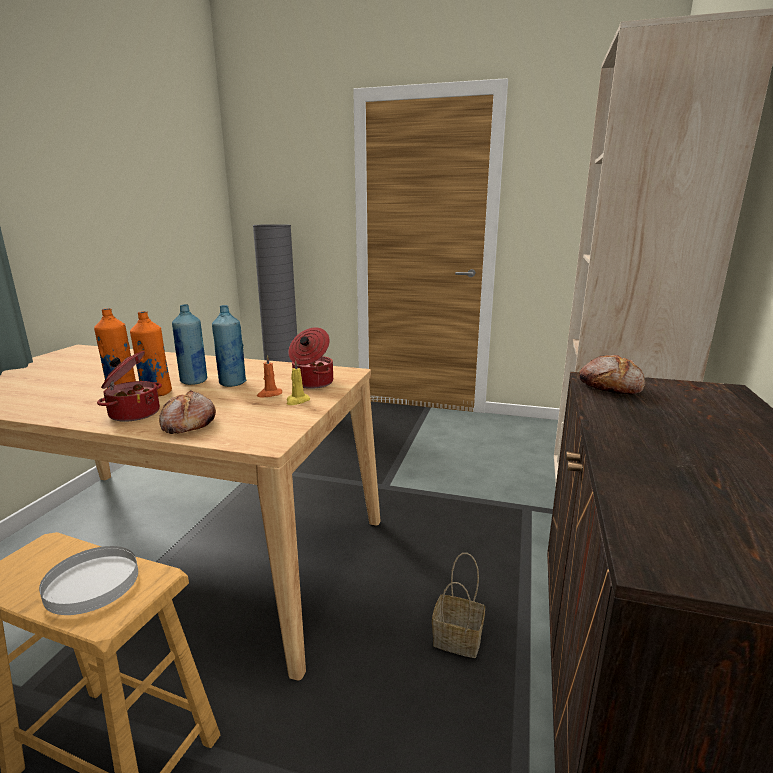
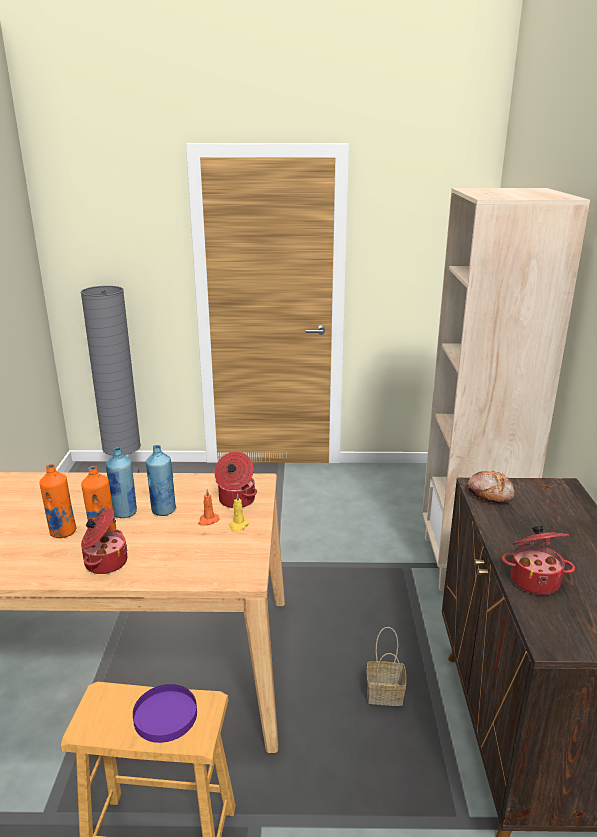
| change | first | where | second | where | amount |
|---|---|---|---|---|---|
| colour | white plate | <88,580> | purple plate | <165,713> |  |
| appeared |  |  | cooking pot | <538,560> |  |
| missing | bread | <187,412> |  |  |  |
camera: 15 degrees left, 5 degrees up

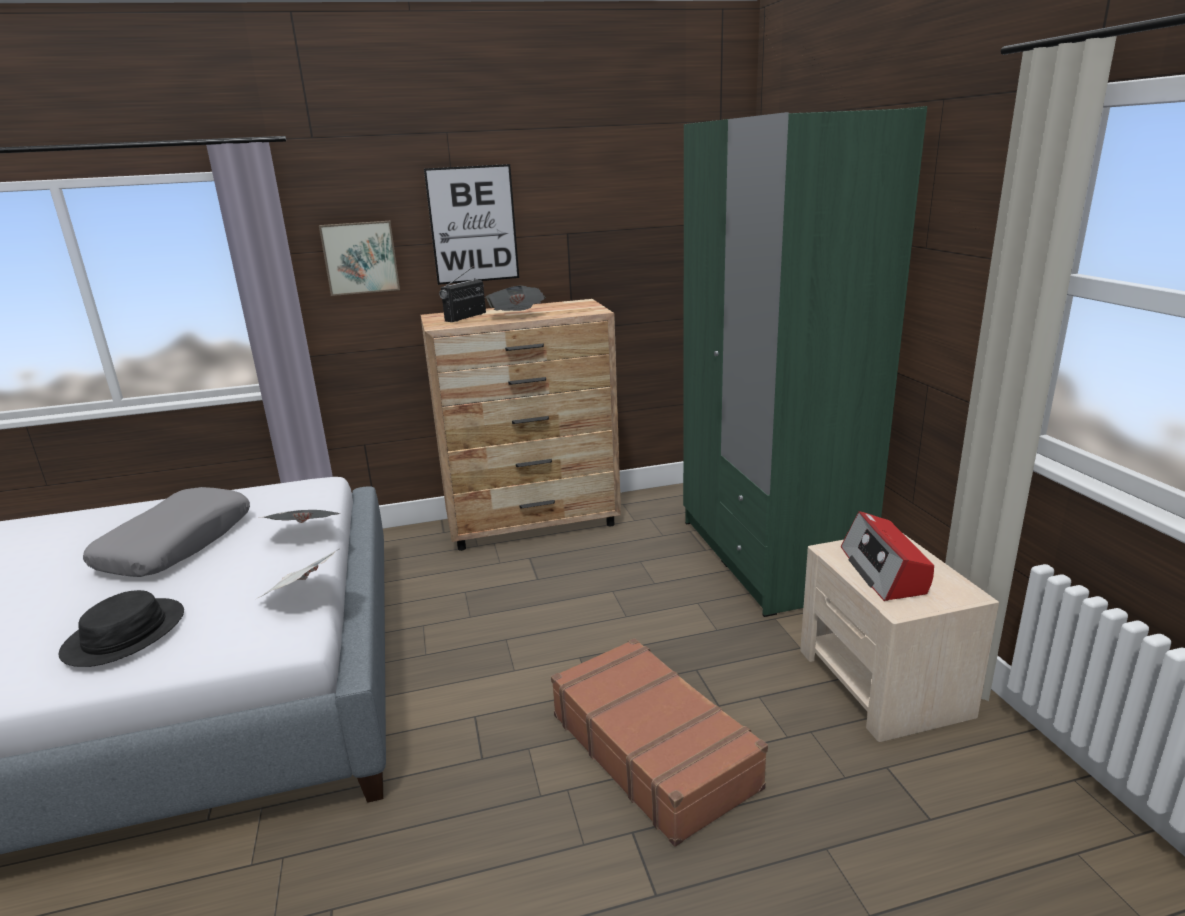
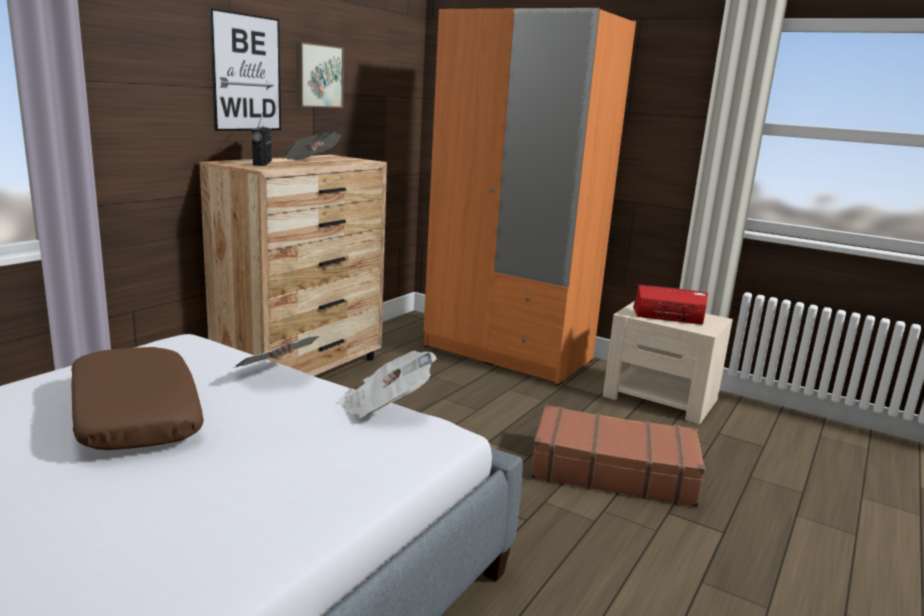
| change | first | where | second | where | amount |
|---|---|---|---|---|---|
| colour | grey pillow | <166,532> | brown pillow | <137,398> |  |
| relocated | picture | <359,258> |  | <320,75> |  |
| colour | green wardrobe | <805,361> | orange wardrobe | <530,197> |  |
| spun | radio | <887,556> |  | <670,304> | 150 degrees clockwise |
| missing | black hat | <121,628> |  |  |  |
camera: 45 degrees left, 5 degrees down

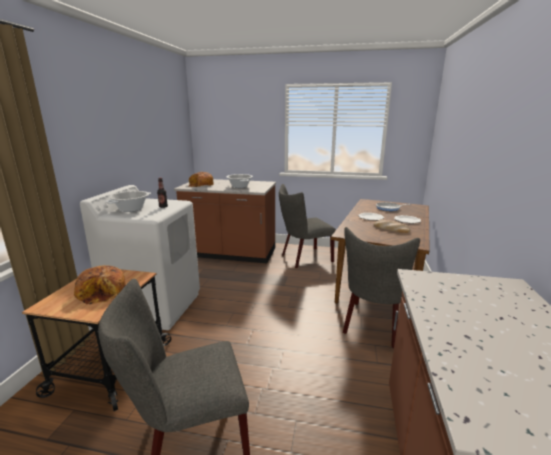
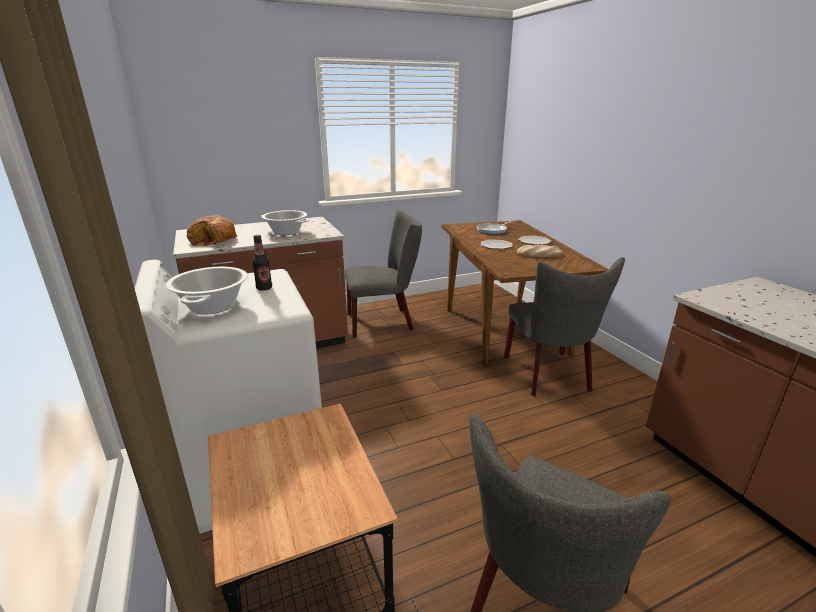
| change | first | where | second | where | amount |
|---|---|---|---|---|---|
| spun | grey chair | <307,226> |  | <383,274> | 135 degrees counterclockwise |
| missing | bread | <100,285> |  |  |  |
camera: 35 degrees left, 5 degrees up

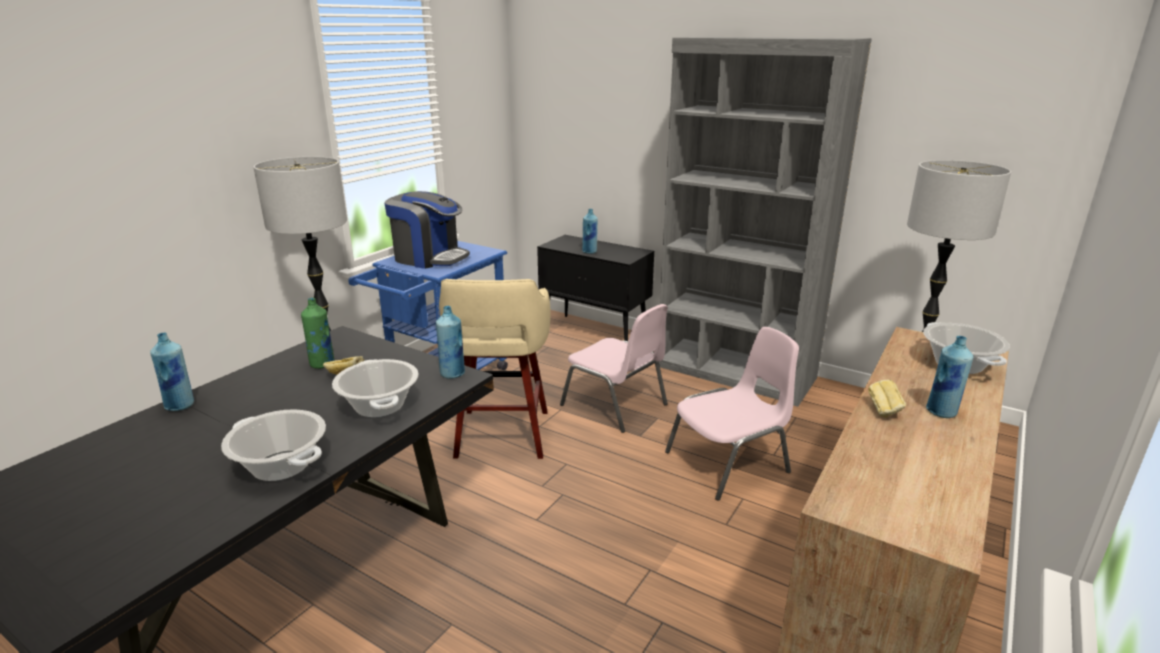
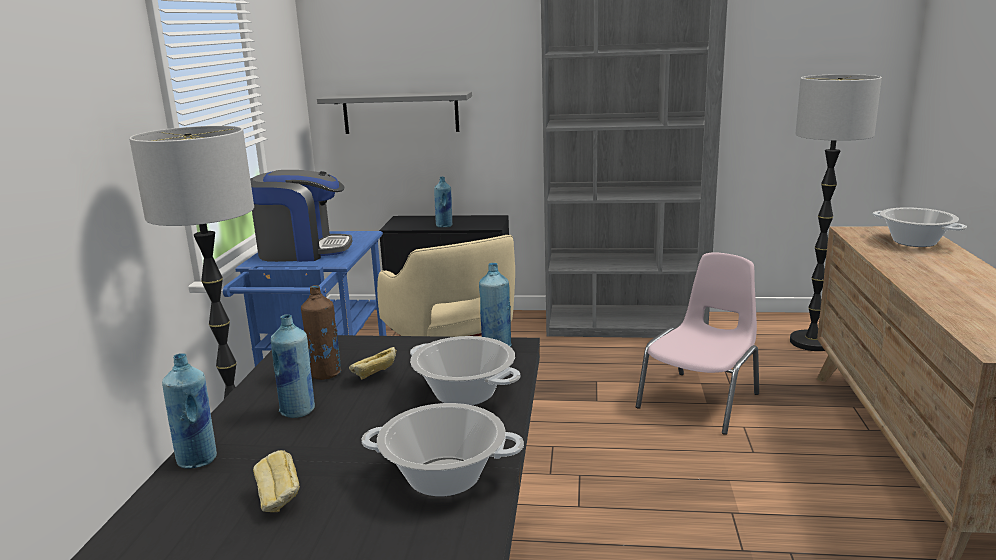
| change | first | where | second | where | amount |
|---|---|---|---|---|---|
| relocated | bread | <887,399> |  | <276,481> |  |
| relocated | blue bottle | <949,376> |  | <293,366> |  |
| colour | green bottle | <318,333> | brown bottle | <321,332> |  |
| appeared |  |  | grey shelf | <394,112> |  |
| missing | pink chair | <614,368> |  |  |  |
camera: 25 degrees left, 5 degrees down

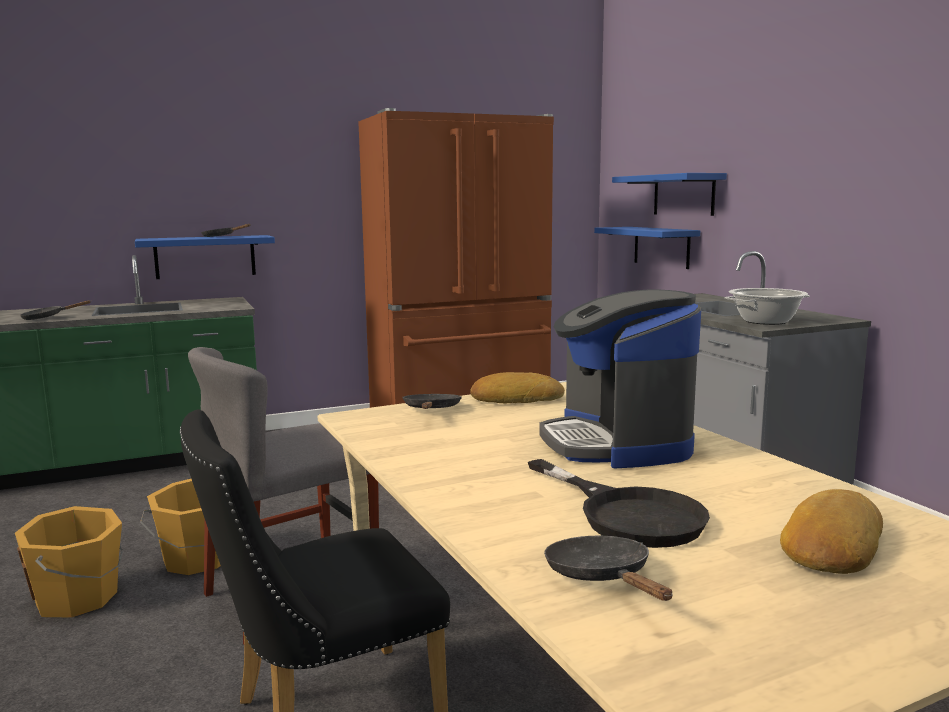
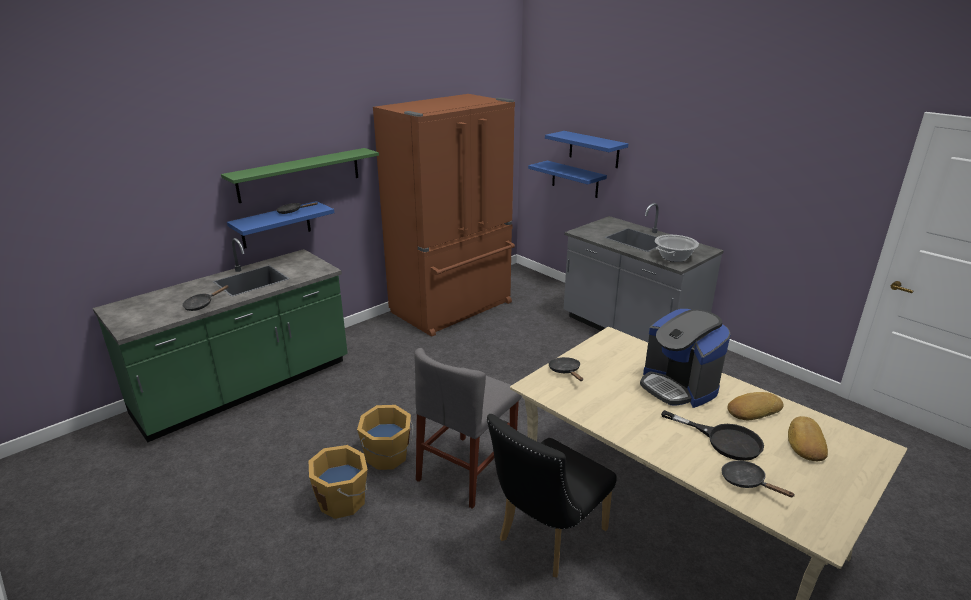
| change | first | where | second | where | amount |
|---|---|---|---|---|---|
| appeared |  |  | green shelf | <300,175> |  |
| relocated | bread | <518,387> |  | <755,406> |  |
camera: 20 degrees left, 15 degrees up

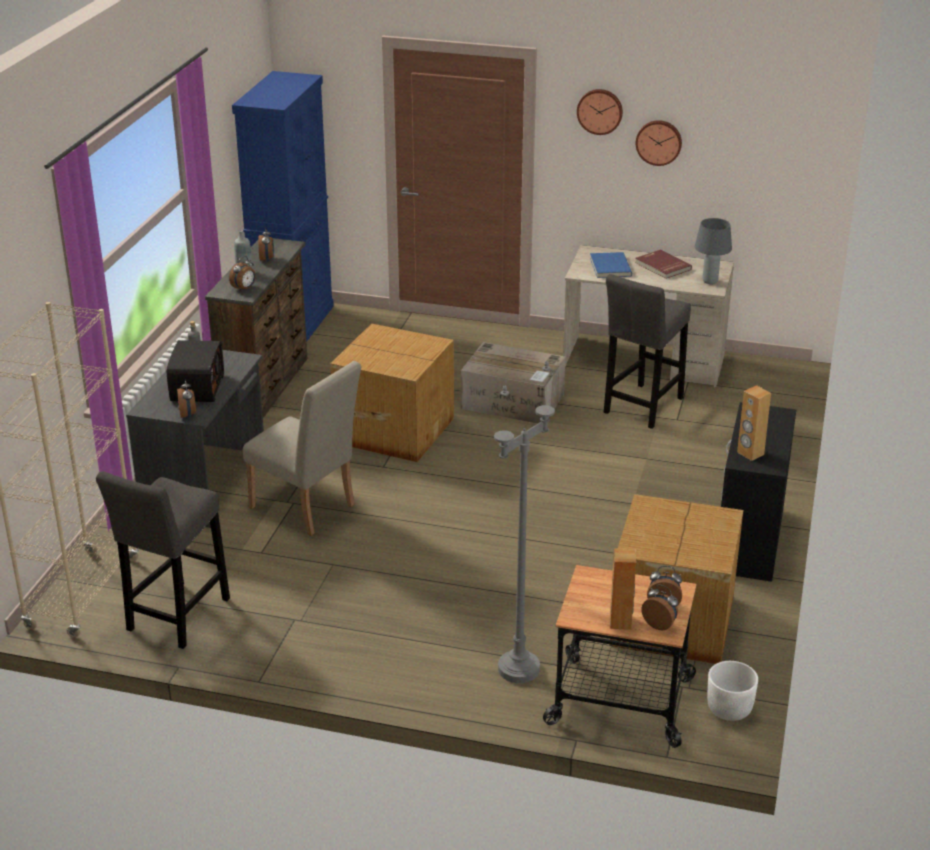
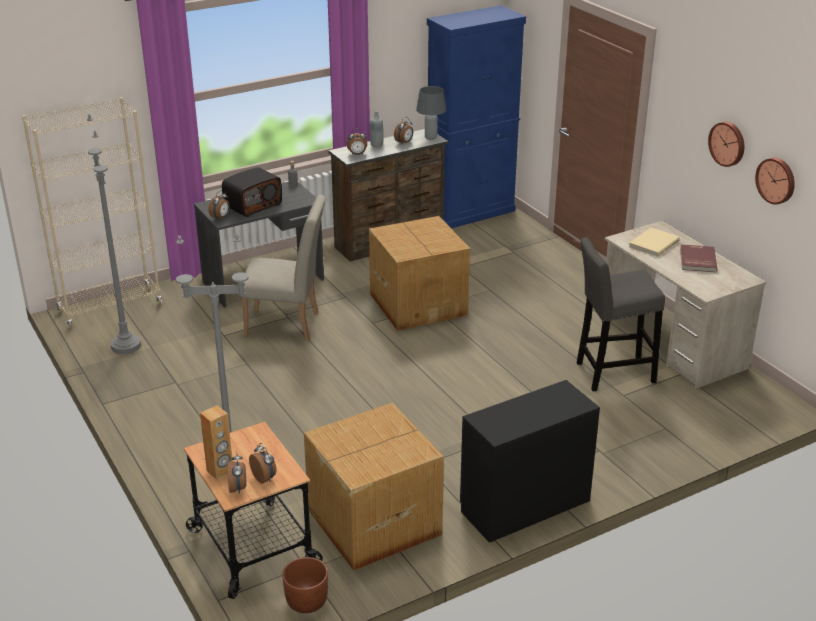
| change | first | where | second | where | amount |
|---|---|---|---|---|---|
| exchanged | grey stool | <163,560> | grey floor lamp | <114,234> |  |
| spun | beige chair | <302,448> |  | <283,267> | 75 degrees counterclockwise |
| colour | white planter | <732,691> | brown planter | <305,585> |  |
| relocated | grey table lamp | <713,251> |  | <431,113> |  |
| colour | blue book | <611,265> | beige book | <654,242> |  |
| relocated | wall clock | <600,112> |  | <775,181> |  |
| missing | cardboard box | <513,383> |  |  |  |
| missing | brown speaker | <754,423> |  |  |  |
camera: 45 degrees right, 0 degrees up

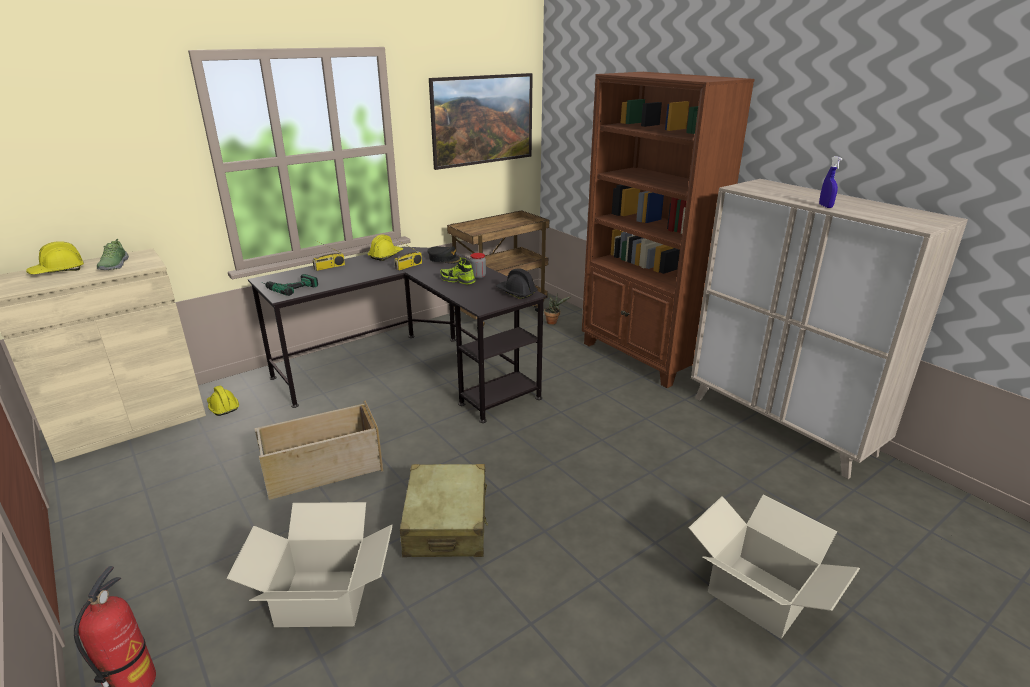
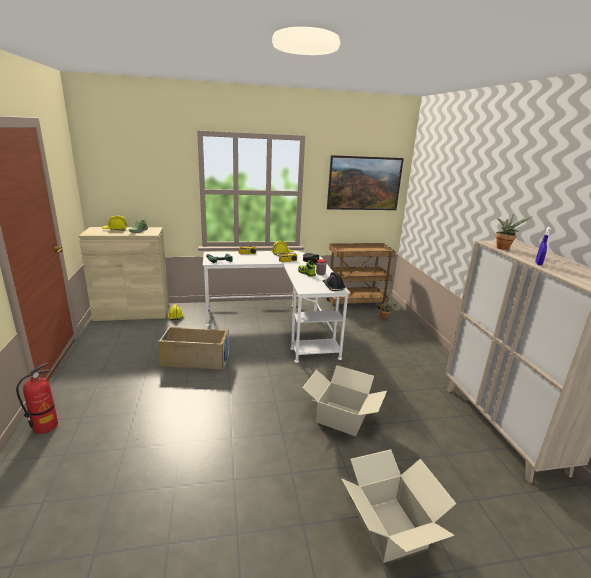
| change | first | where | second | where | amount |
|---|---|---|---|---|---|
| colour | black desk | <397,335> | white desk | <276,307> |  |
| relocated | cardboard box | <310,564> |  | <344,400> |  |
| appeared |  |  | potted plant | <514,232> |  |
| missing | beige suitcase | <444,510> |  |  |  |
| missing | brown bookcase | <668,230> |  |  |  |
camera: 25 degrees right, 5 degrees down

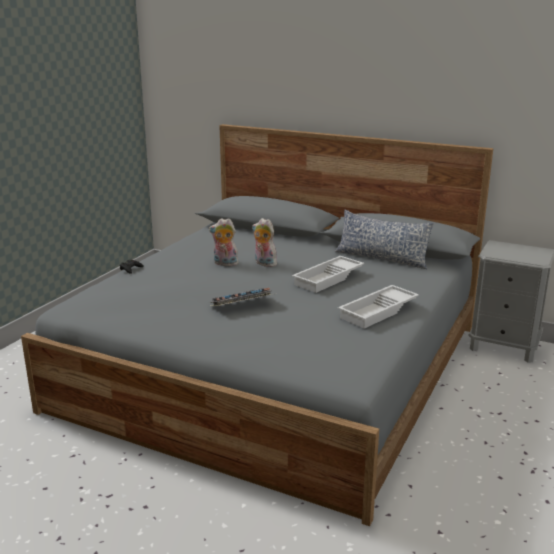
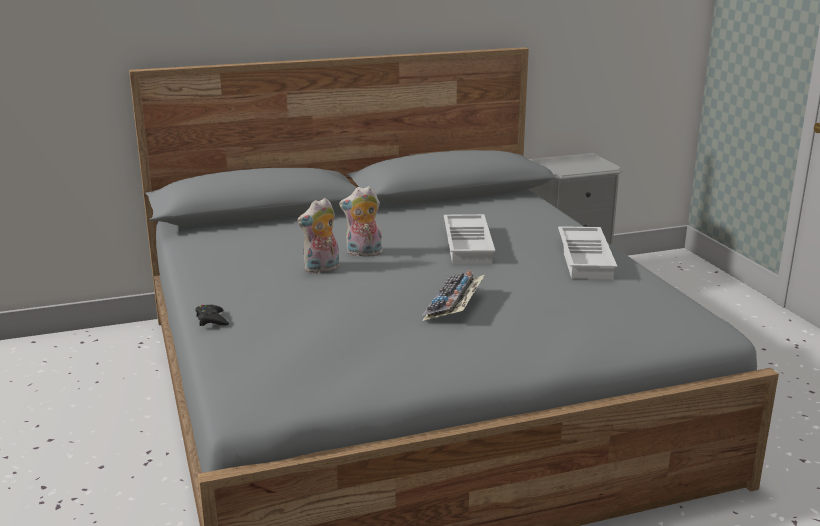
| change | first | where | second | where | amount |
|---|---|---|---|---|---|
| missing | pillow | <384,239> |  |  |  |
camera: 45 degrees left, 0 degrees up

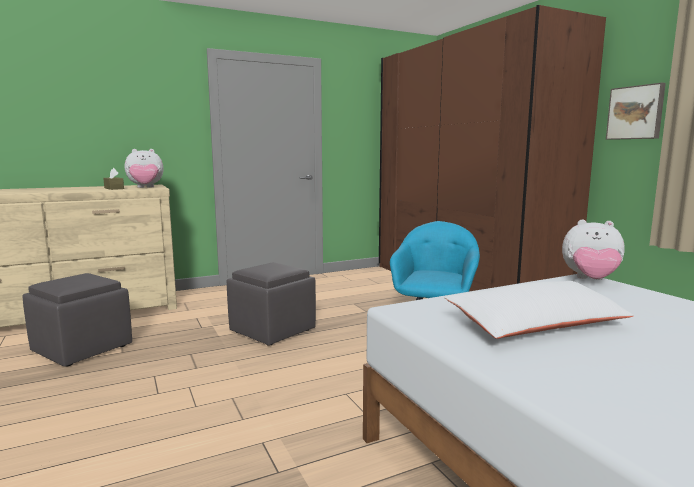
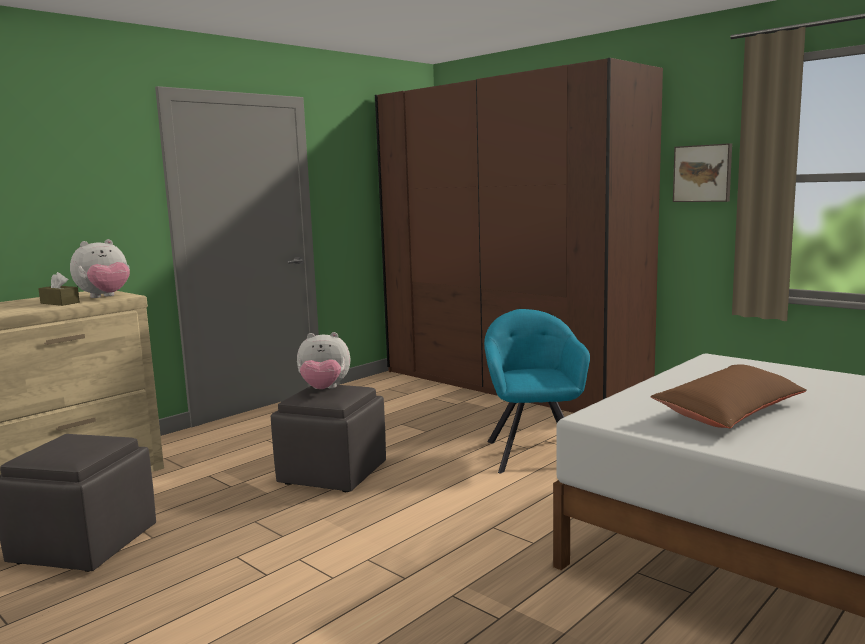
| change | first | where | second | where | amount |
|---|---|---|---|---|---|
| relocated | plush toy | <593,250> |  | <323,360> |  |
| colour | white pillow | <539,310> | brown pillow | <729,396> |  |
camera: 20 degrees left, 0 degrees up

